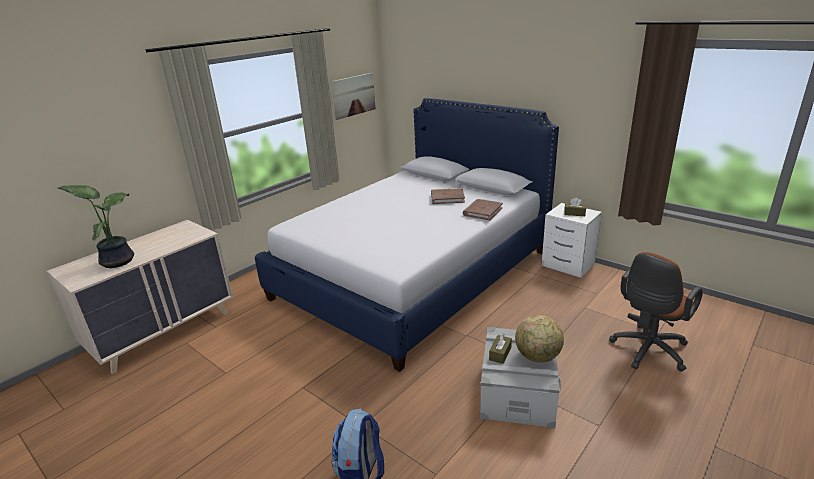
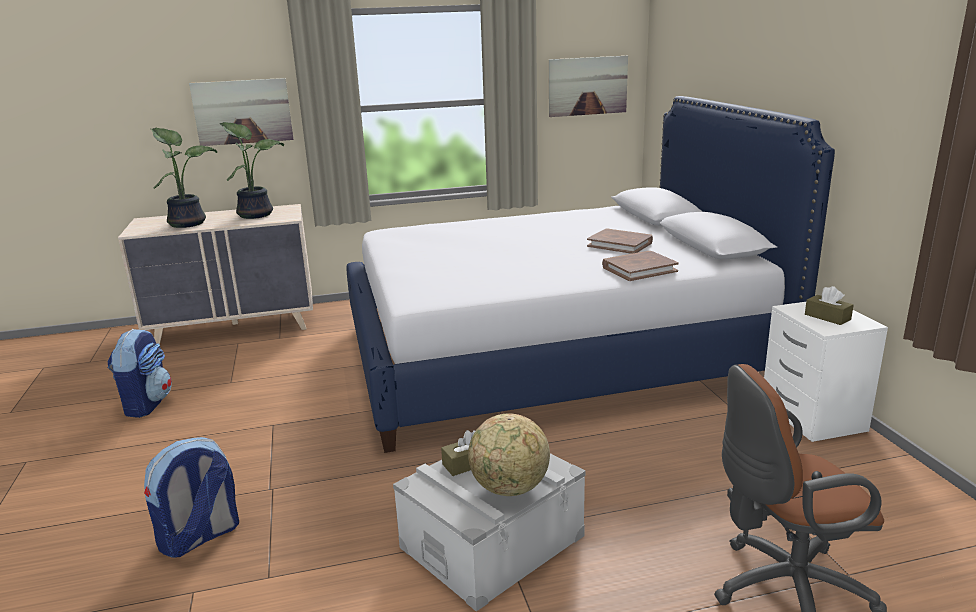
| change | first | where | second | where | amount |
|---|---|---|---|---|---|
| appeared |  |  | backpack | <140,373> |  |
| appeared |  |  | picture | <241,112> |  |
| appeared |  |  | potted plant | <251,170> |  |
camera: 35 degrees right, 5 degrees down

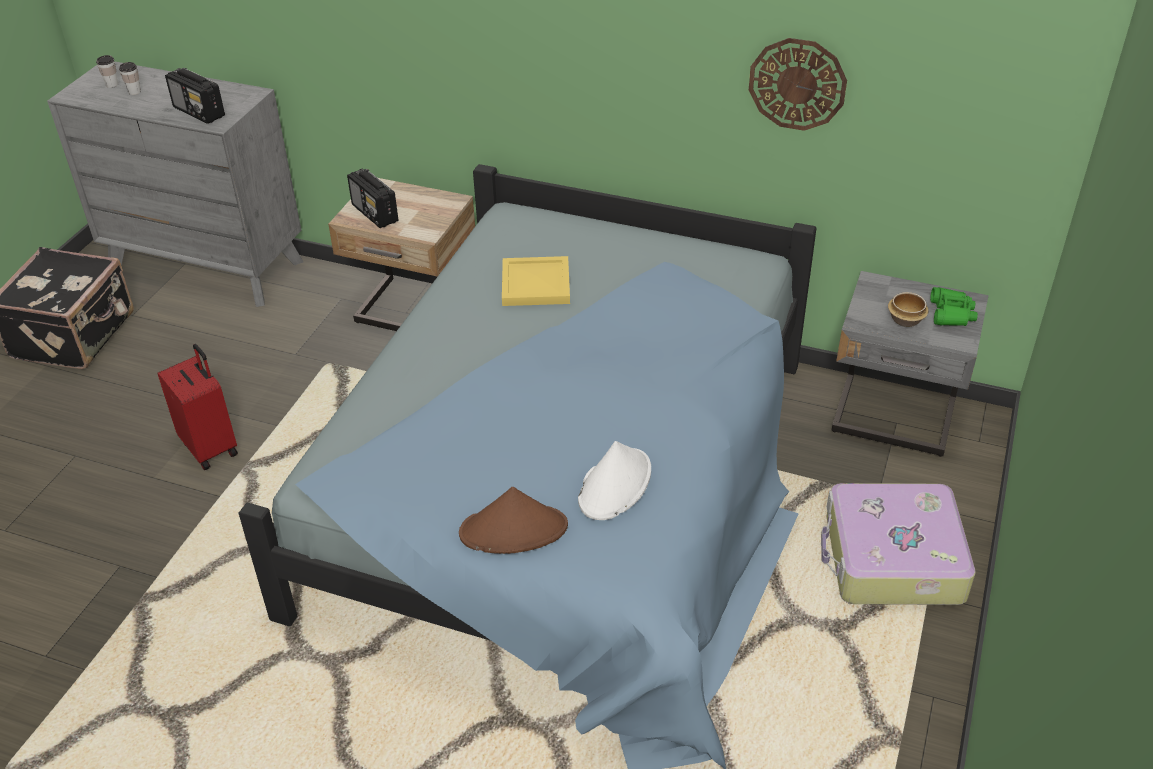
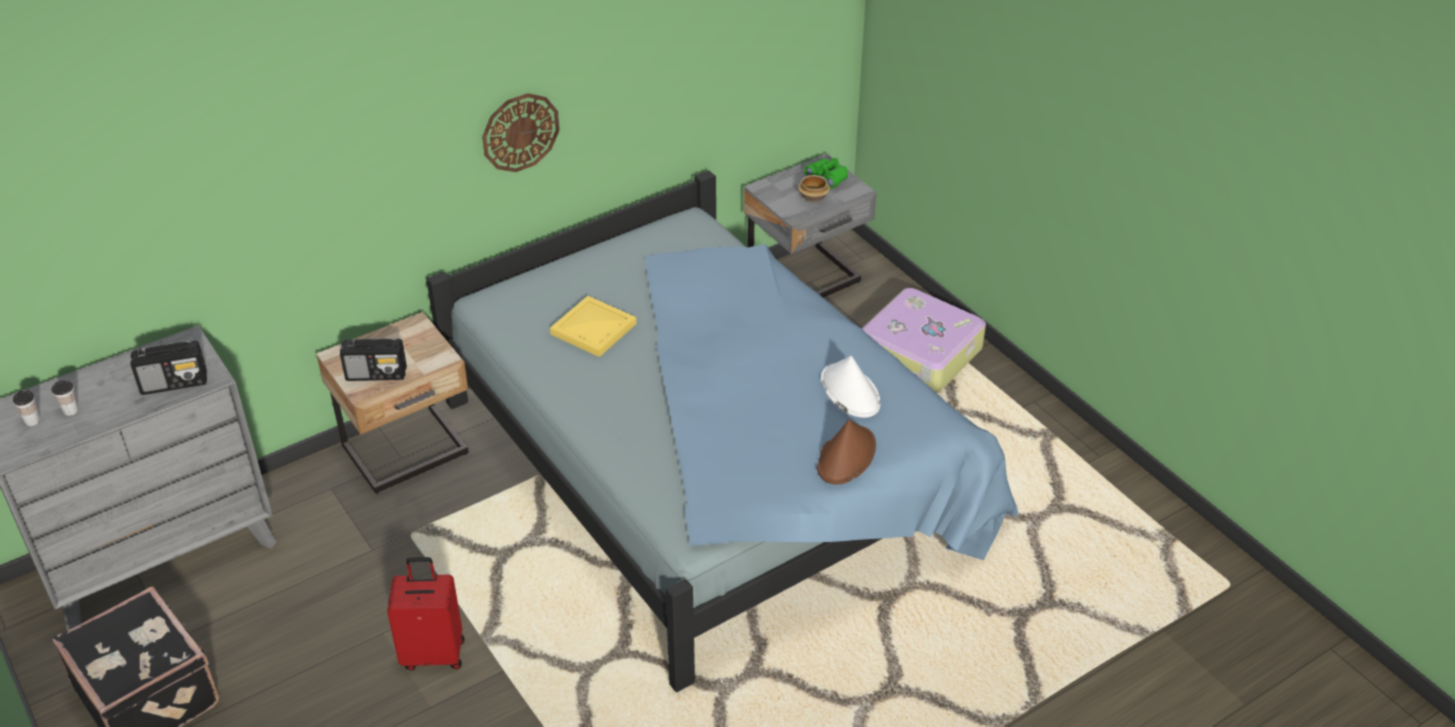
| change | first | where | second | where | amount |
|---|---|---|---|---|---|
| relocated | wall clock | <798,84> |  | <521,132> |  |
camera: 55 degrees left, 0 degrees up

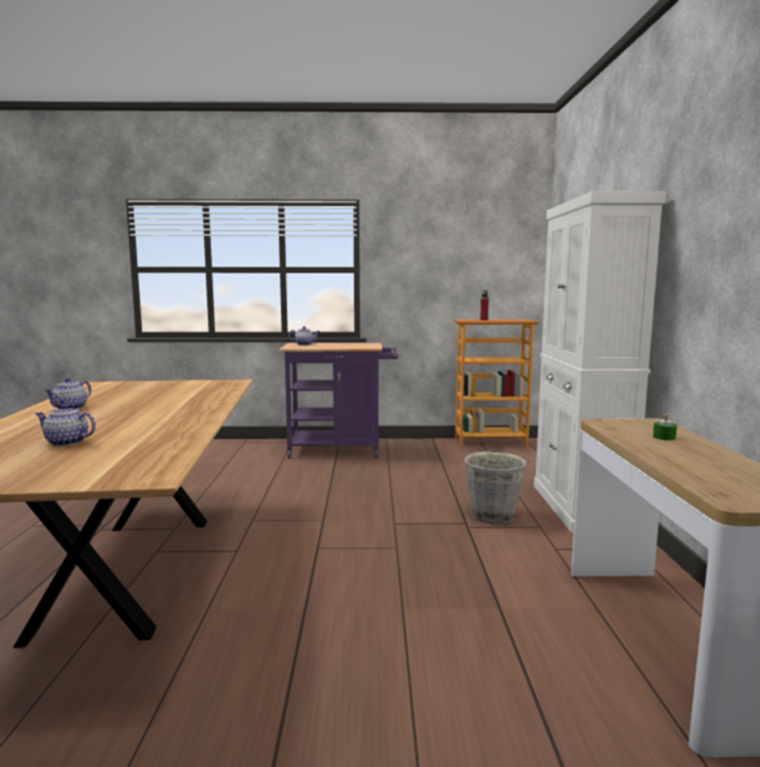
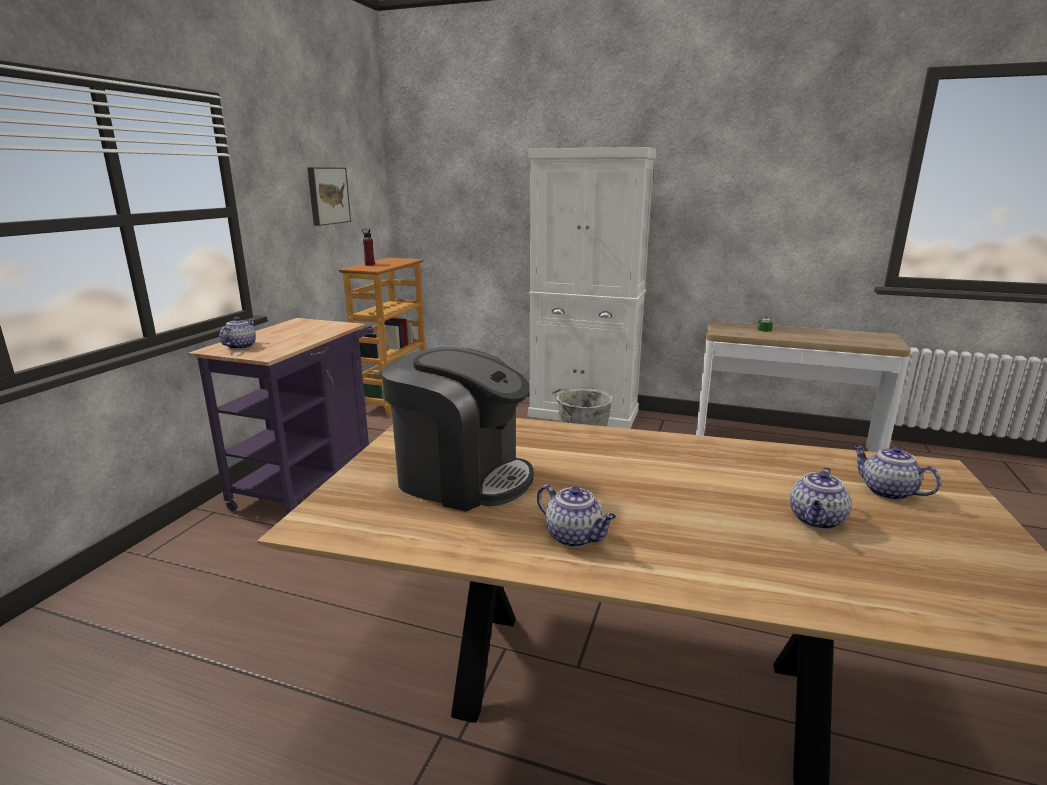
| change | first | where | second | where | amount |
|---|---|---|---|---|---|
| appeared |  |  | picture | <329,196> |  |
| appeared |  |  | coffee machine | <458,429> |  |
| appeared |  |  | teapot | <897,472> |  |
camera: 70 degrees left, 10 degrees up

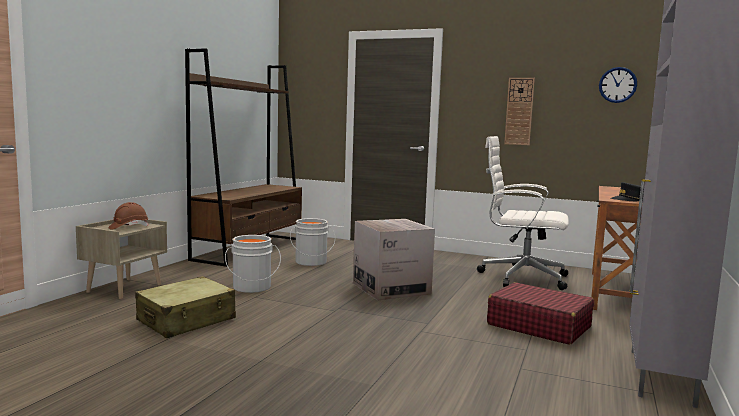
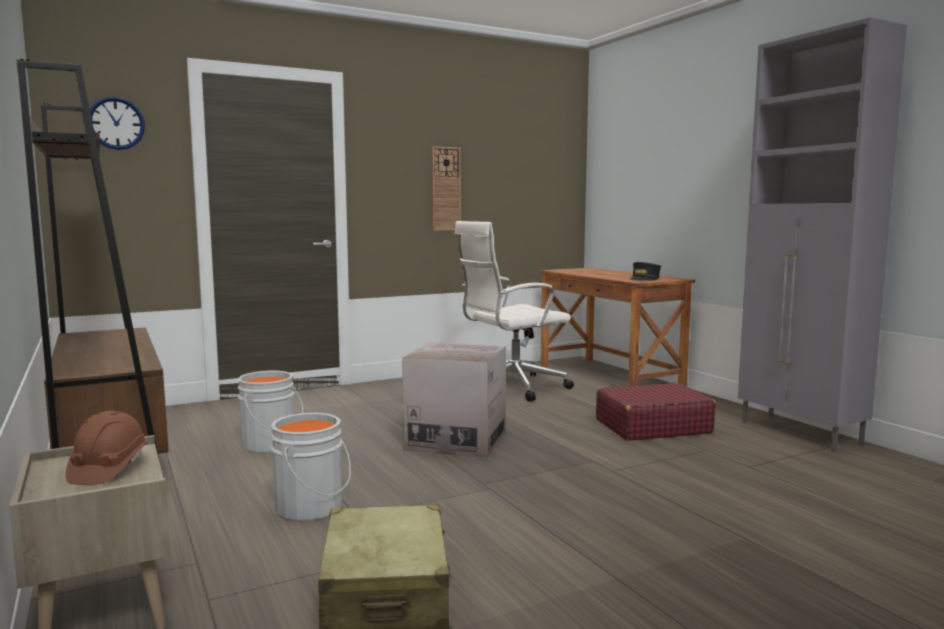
| change | first | where | second | where | amount |
|---|---|---|---|---|---|
| relocated | wall clock | <618,85> |  | <117,123> |  |
camera: 50 degrees left, 0 degrees up

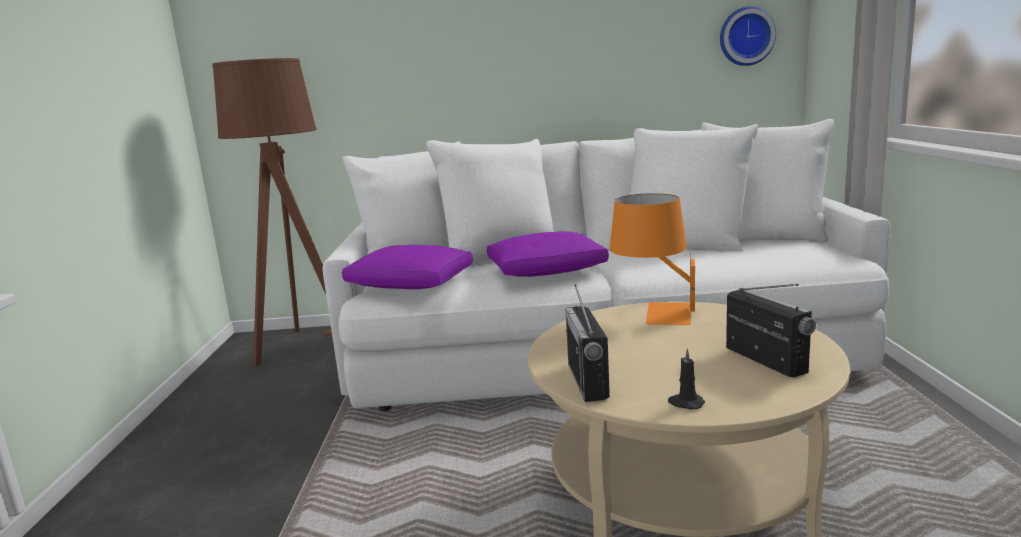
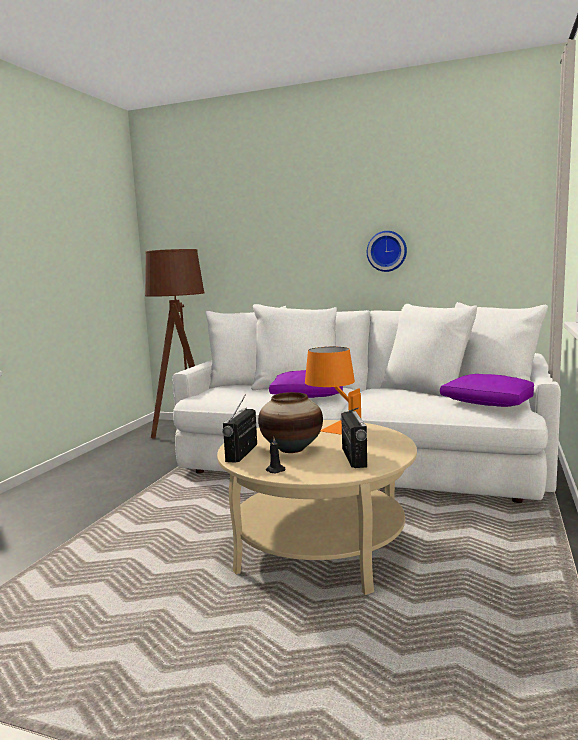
| change | first | where | second | where | amount |
|---|---|---|---|---|---|
| appeared |  |  | vase | <290,422> |  |
| relocated | wall clock | <748,36> |  | <387,251> |  |
| relocated | purple pillow | <407,267> |  | <487,390> |  |
camera: 20 degrees right, 5 degrees down

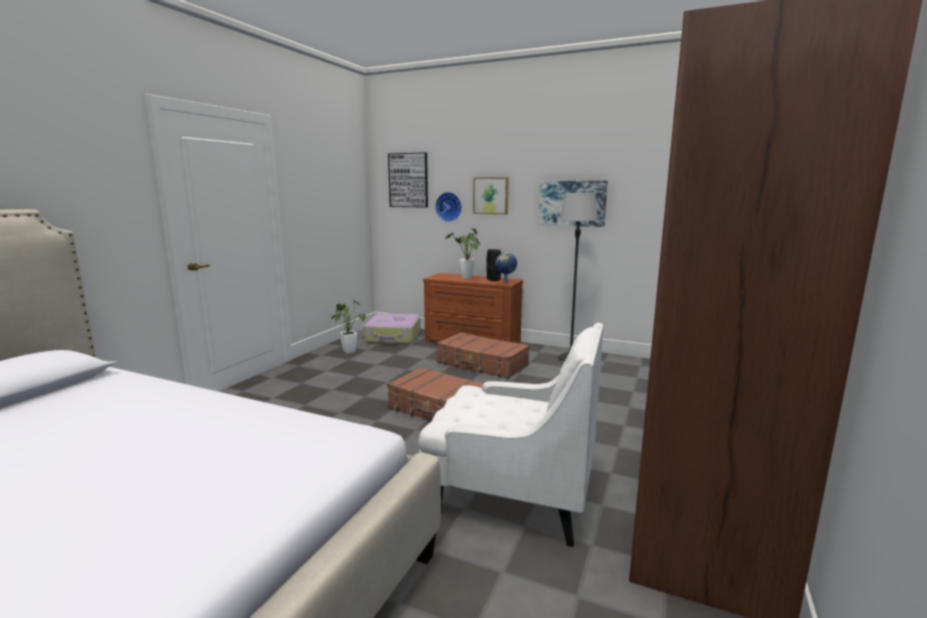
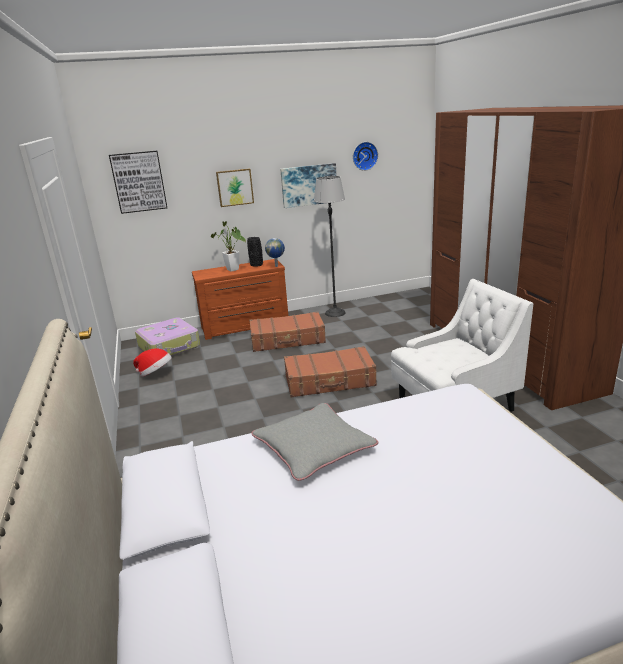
| change | first | where | second | where | amount |
|---|---|---|---|---|---|
| exchanged | potted plant | <348,327> | hat | <152,362> |  |
| appeared |  |  | grey pillow | <314,442> |  |
| relocated | wall clock | <448,207> |  | <365,156> |  |
camera: 40 degrees left, 10 degrees up

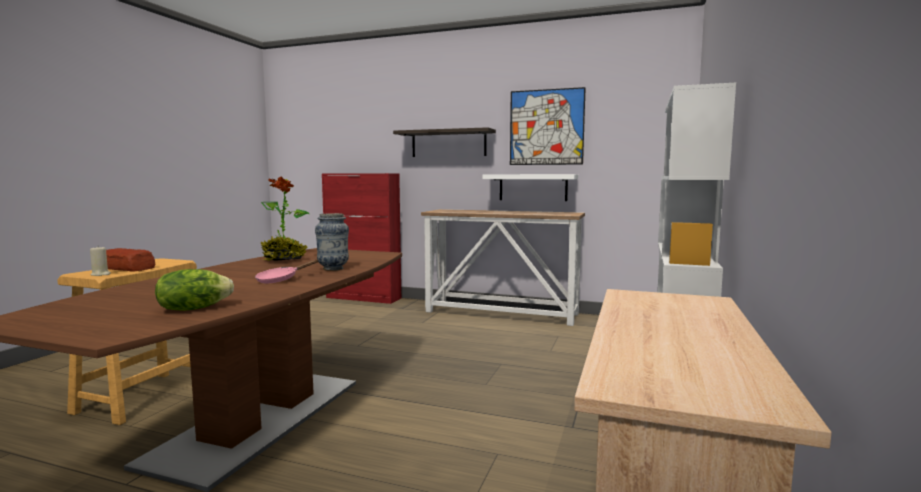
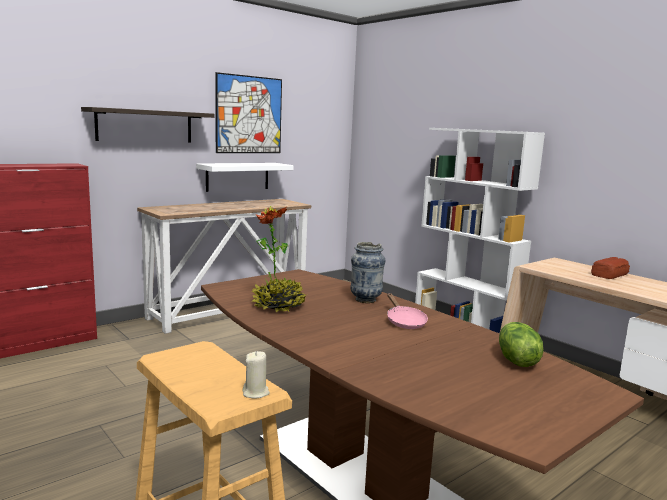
| change | first | where | second | where | amount |
|---|---|---|---|---|---|
| relocated | bread | <130,259> |  | <610,268> |  |
camera: 60 degrees left, 5 degrees up

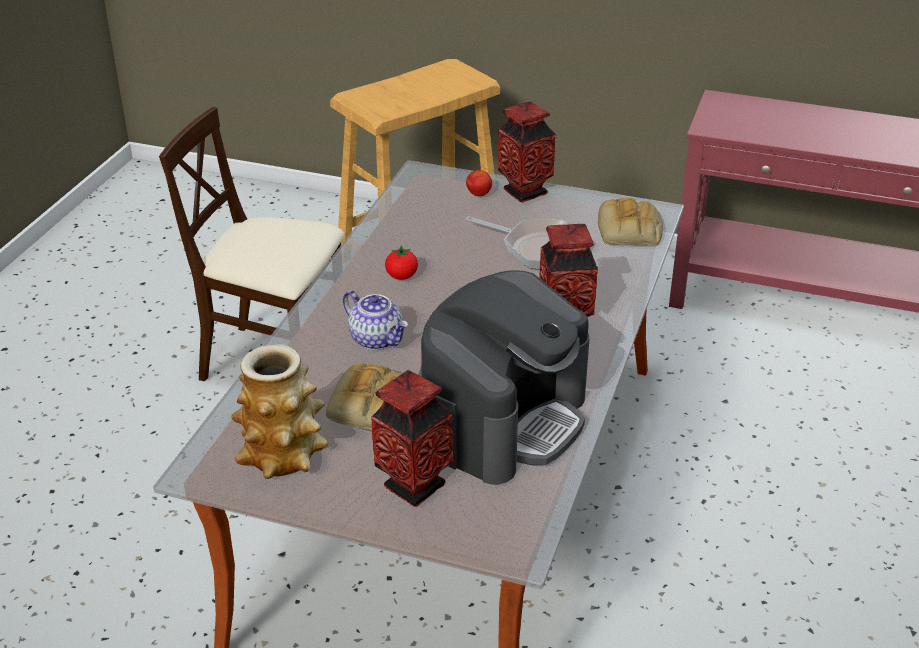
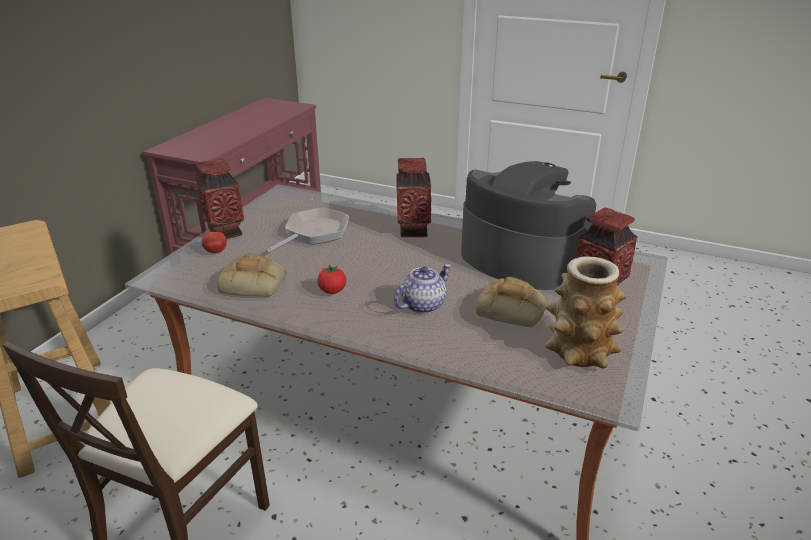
| change | first | where | second | where | amount |
|---|---|---|---|---|---|
| relocated | bread | <630,222> |  | <252,275> |  |
camera: 85 degrees left, 5 degrees down

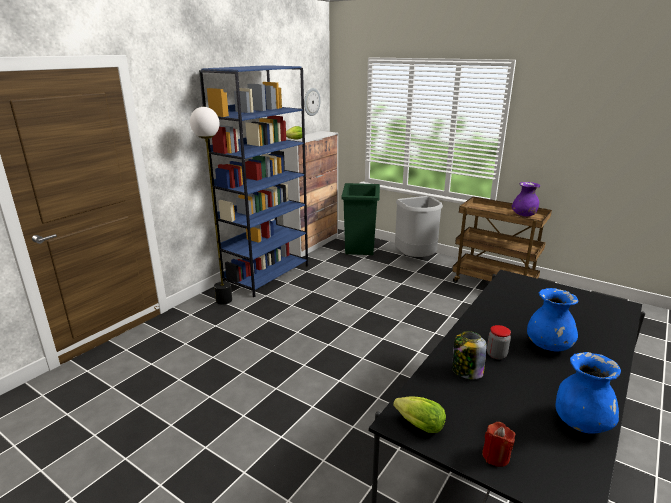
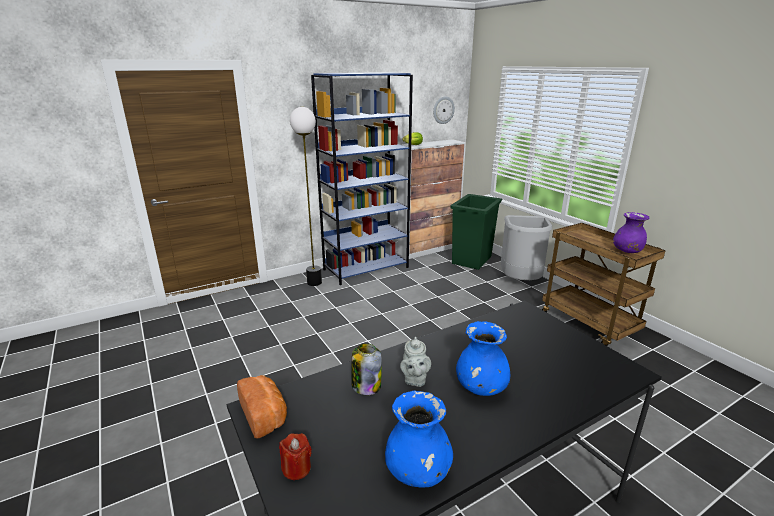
| change | first | where | second | where | amount |
|---|---|---|---|---|---|
| exchanged | lettuce | <419,414> | bread | <262,407> |  |
| exchanged | jar | <499,342> | grey teapot | <415,362> |  |
camera: 25 degrees right, 0 degrees up

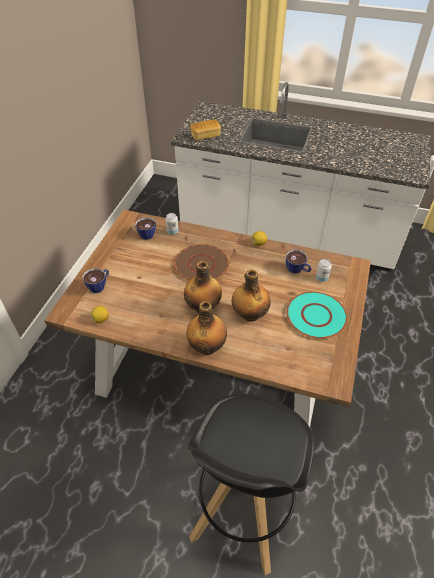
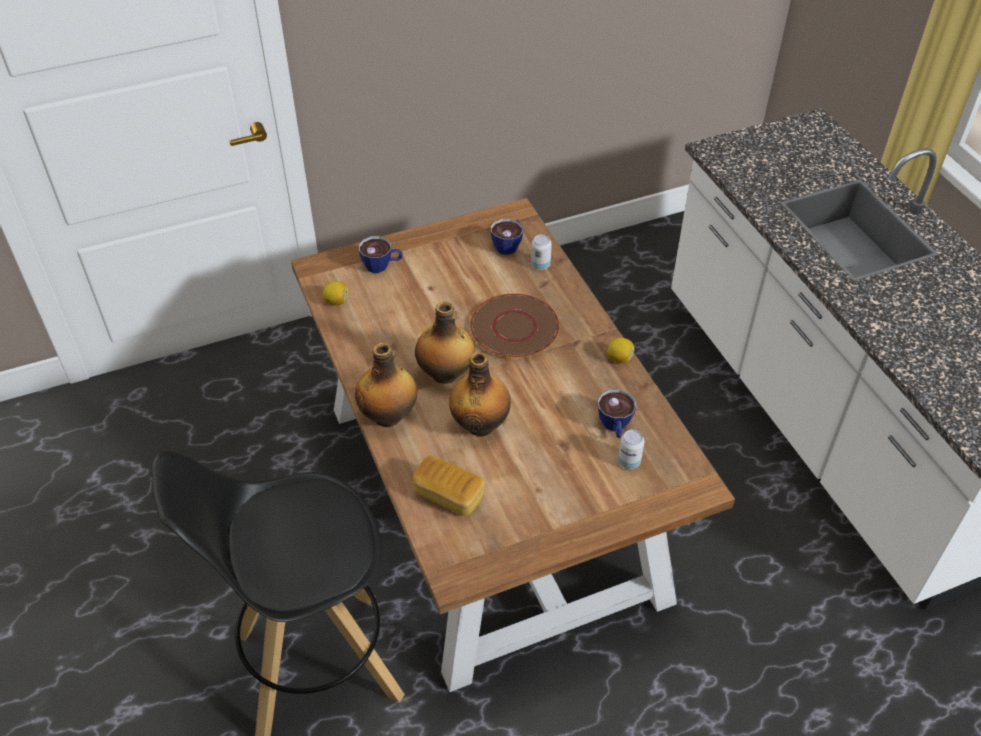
| change | first | where | second | where | amount |
|---|---|---|---|---|---|
| relocated | bread | <205,130> |  | <448,485> |  |
| missing | turquoise plate | <316,315> |  |  |  |
camera: 50 degrees right, 0 degrees up

